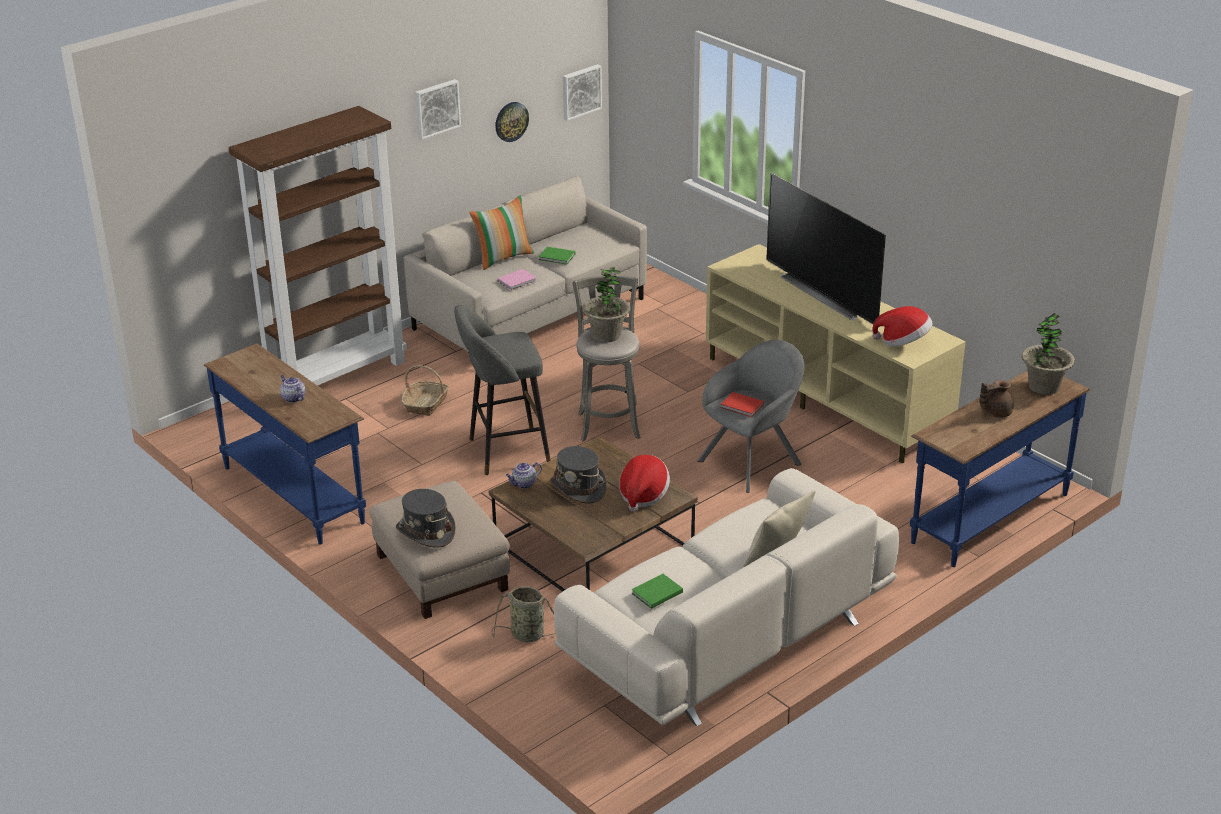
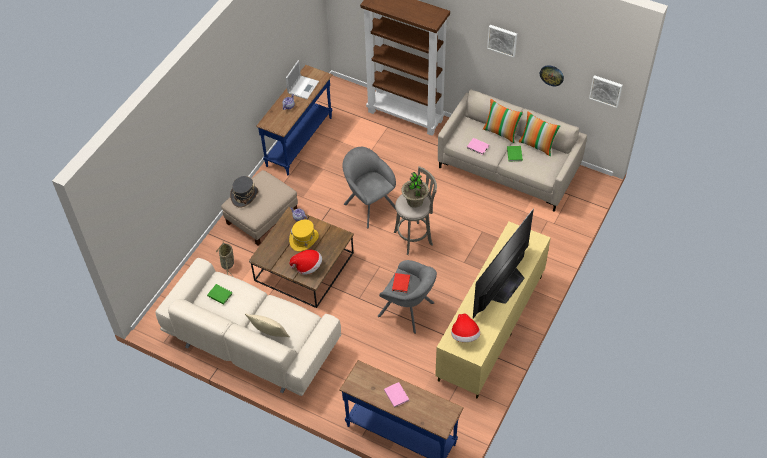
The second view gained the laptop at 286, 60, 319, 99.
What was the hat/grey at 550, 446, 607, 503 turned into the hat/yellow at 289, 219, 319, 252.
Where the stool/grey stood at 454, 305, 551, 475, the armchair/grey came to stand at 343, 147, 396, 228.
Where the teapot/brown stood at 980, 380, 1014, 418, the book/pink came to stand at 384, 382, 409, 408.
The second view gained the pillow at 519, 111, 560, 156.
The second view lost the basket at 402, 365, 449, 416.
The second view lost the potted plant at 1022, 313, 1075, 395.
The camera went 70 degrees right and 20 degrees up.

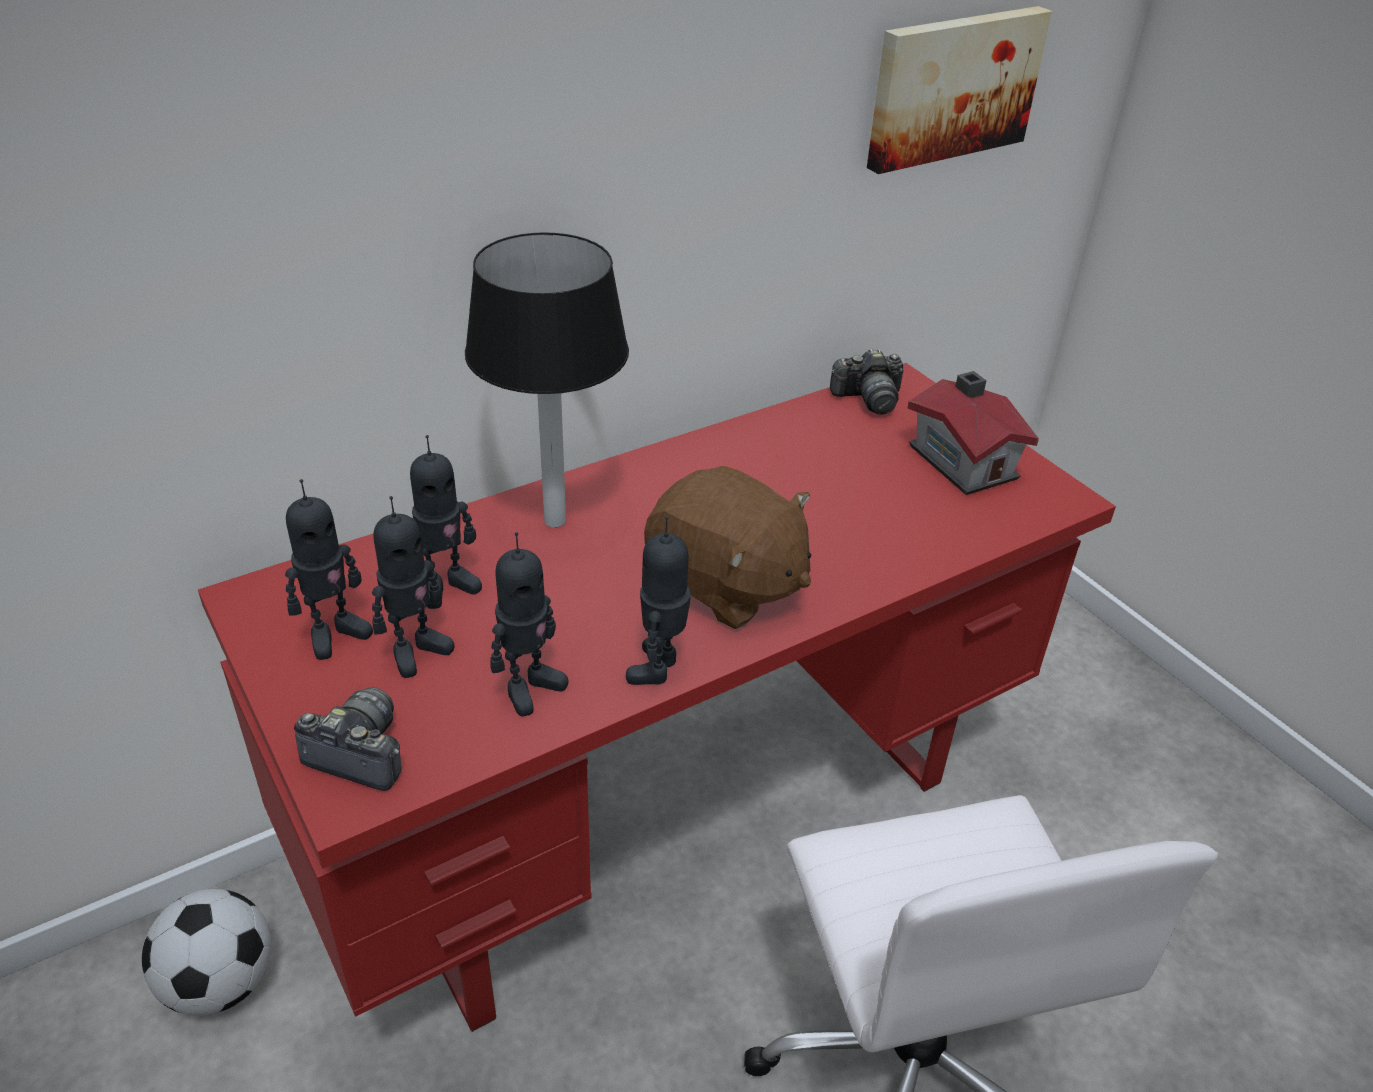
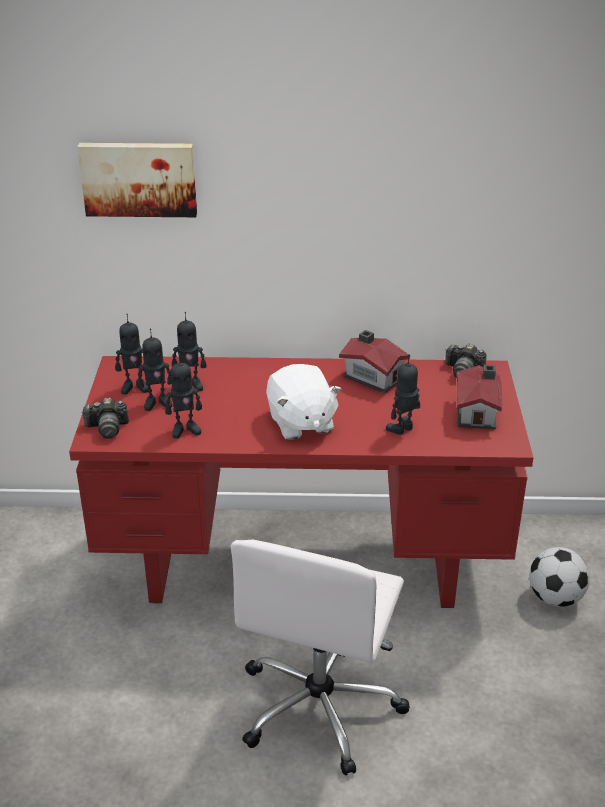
The picture ended up elsewhere, having gone from 867, 6, 1052, 174 to 77, 143, 197, 217.
The photo camera at 294, 687, 402, 791 ended up facing another way, 120 degrees clockwise from before.
What was the plush toy/brown at 644, 466, 811, 629 turned into the plush toy/white at 266, 364, 342, 440.
The second view gained the toy house at 339, 330, 410, 393.
The toy robot ended up elsewhere, having gone from 626, 516, 691, 685 to 386, 354, 420, 435.
The football ended up elsewhere, having gone from 142, 889, 271, 1016 to 529, 547, 590, 607.
The second view lost the table lamp at 465, 232, 629, 527.
The camera went 35 degrees right and 5 degrees down.

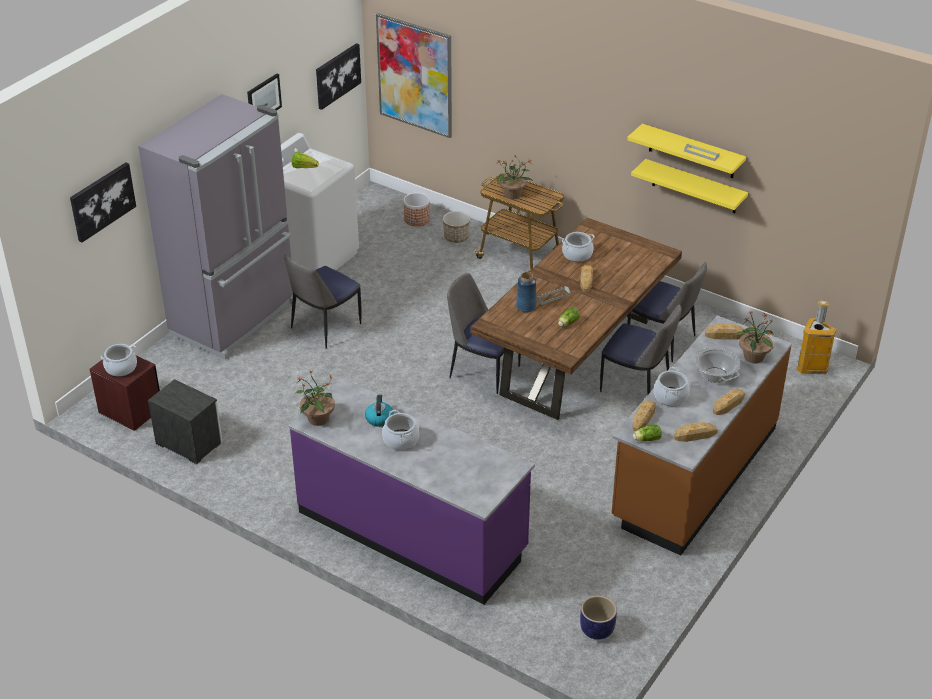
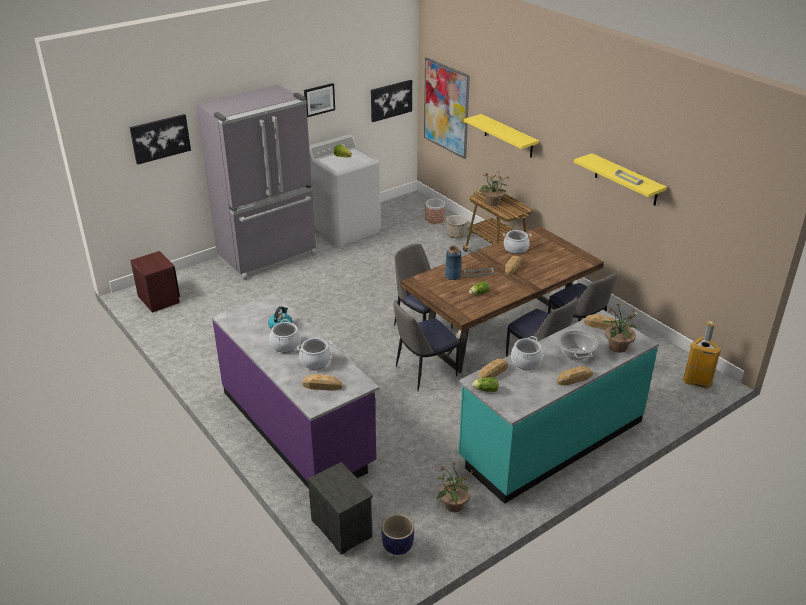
The cooking pot ended up elsewhere, having gone from 101, 344, 137, 377 to 297, 338, 332, 369.
The bread ended up elsewhere, having gone from 674, 422, 718, 442 to 302, 374, 342, 391.
The nightstand ended up elsewhere, having gone from 148, 379, 222, 464 to 308, 462, 374, 555.
The chair ended up elsewhere, having gone from 284, 254, 361, 348 to 394, 300, 460, 391.
The potted plant ended up elsewhere, having gone from 295, 370, 335, 426 to 436, 461, 472, 512.
What was the counter/brown at 612, 315, 792, 556 turned into the counter/turquoise at 458, 310, 659, 504.
The shelf/yellow ended up elsewhere, having gone from 631, 159, 748, 213 to 464, 114, 539, 158.
The camera went 20 degrees right and 5 degrees down.

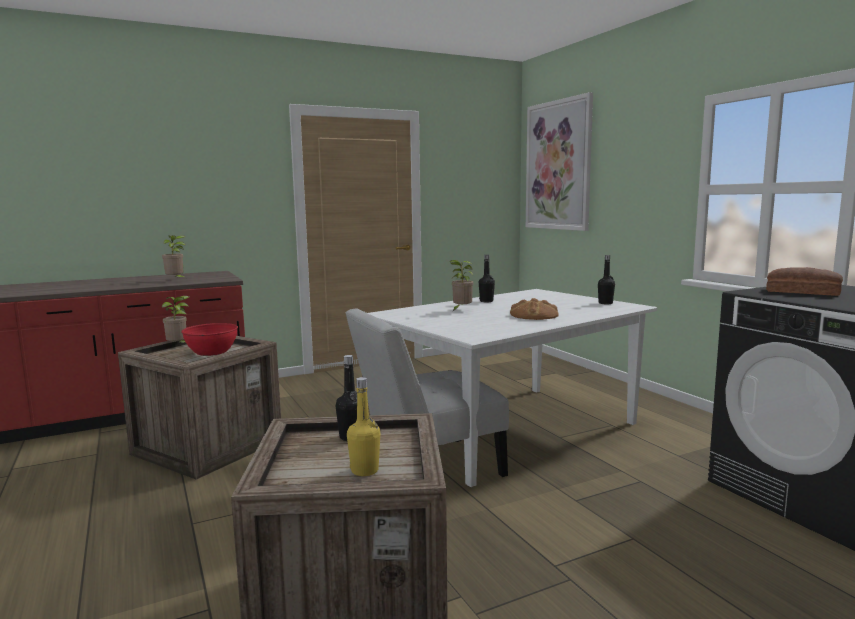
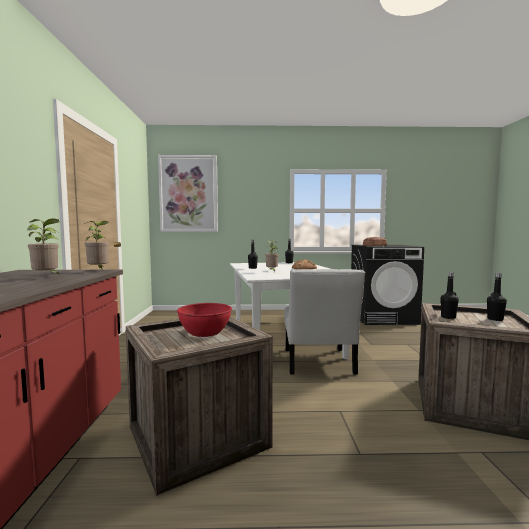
The potted plant ended up elsewhere, having gone from 162, 296, 189, 343 to 83, 221, 109, 270.
What was the bottle/yellow at 347, 377, 380, 476 turned into the bottle/black at 487, 273, 507, 321.
The camera went 65 degrees left and 5 degrees down.

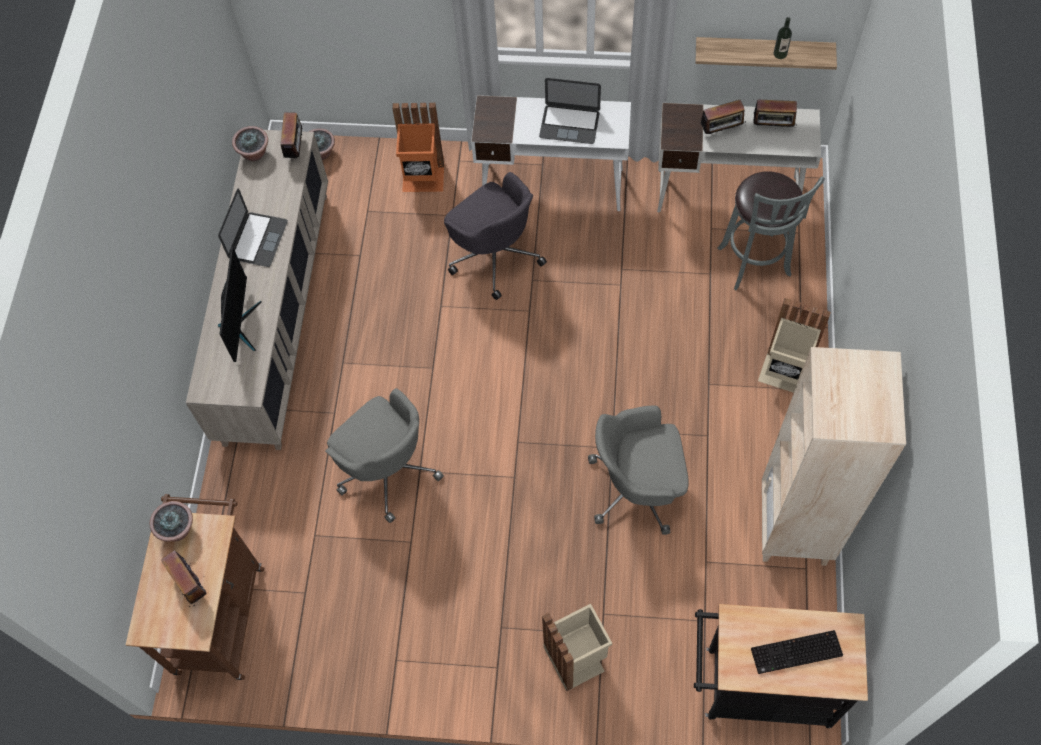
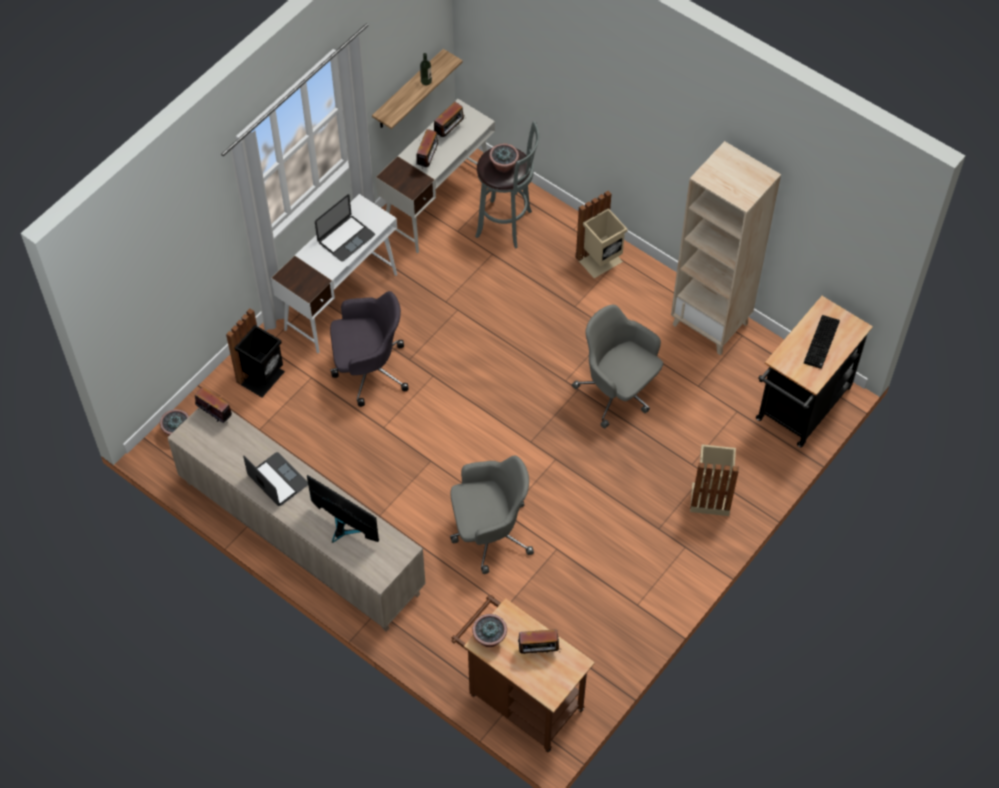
What was the trash can/orange at 392, 103, 444, 192 turned into the trash can/black at 226, 309, 285, 397.
The potted plant ended up elsewhere, having gone from 232, 126, 268, 161 to 489, 143, 519, 173.
The office chair/grey at 588, 405, 689, 535 ended up facing another way, 105 degrees clockwise from before.
The camera went 60 degrees left and 5 degrees down.

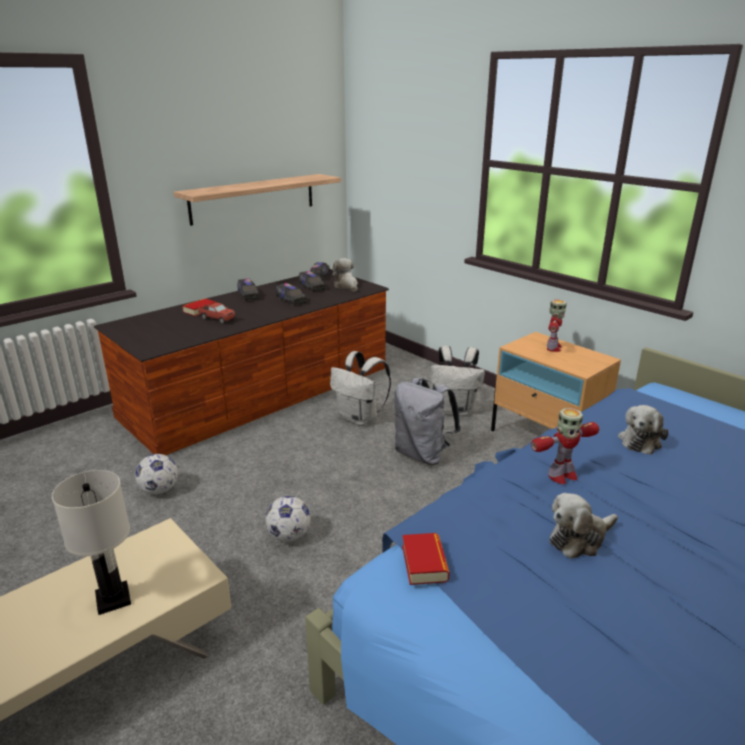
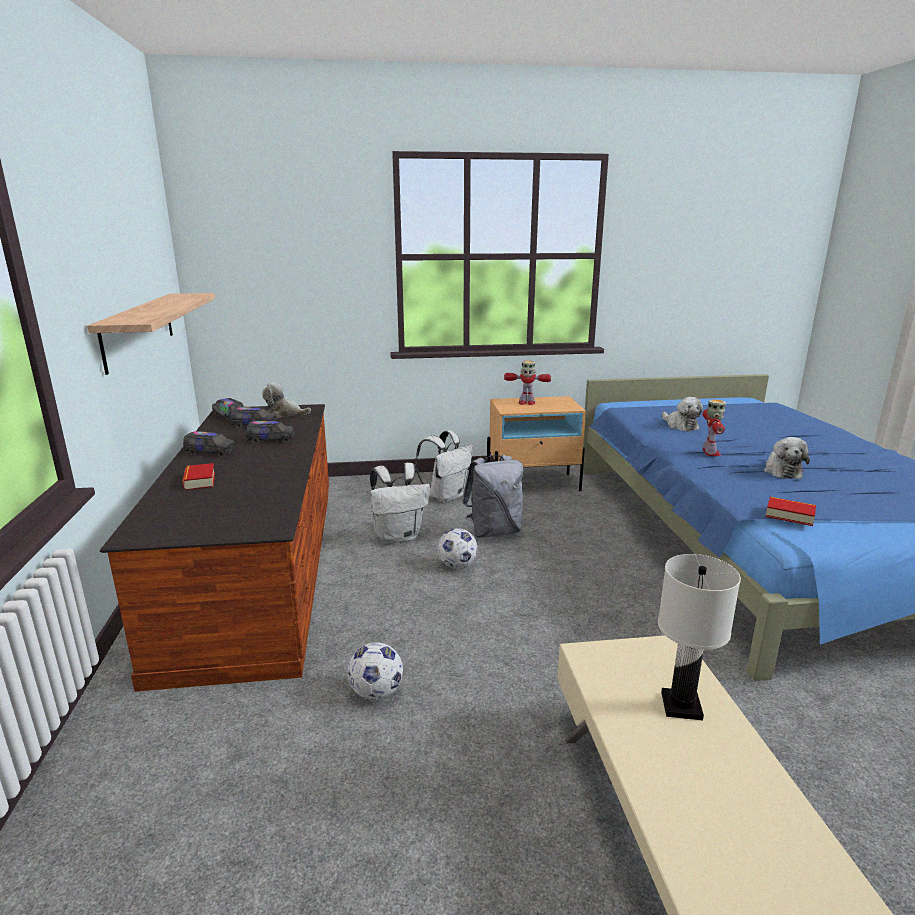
The football ended up elsewhere, having gone from 265, 496, 311, 542 to 437, 528, 478, 569.
The toy robot at 547, 300, 567, 352 ended up facing another way, 135 degrees clockwise from before.
The second view lost the toy truck at 198, 303, 235, 324.
The camera went 55 degrees left and 5 degrees down.

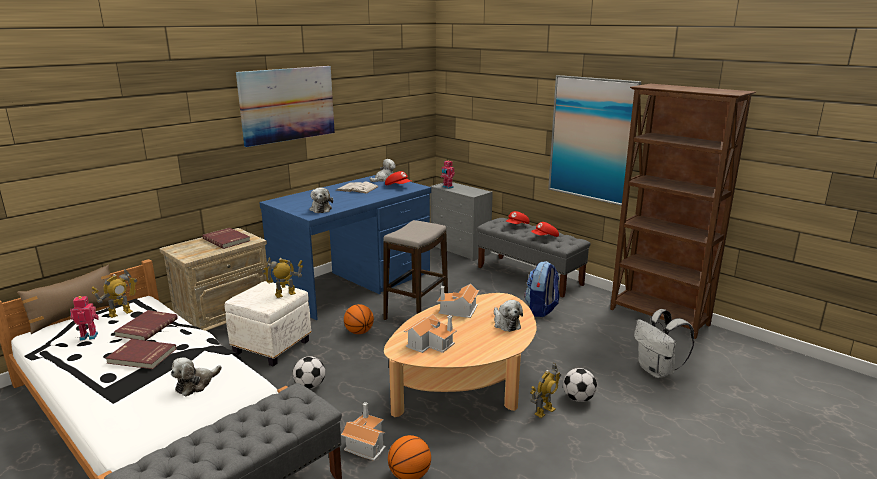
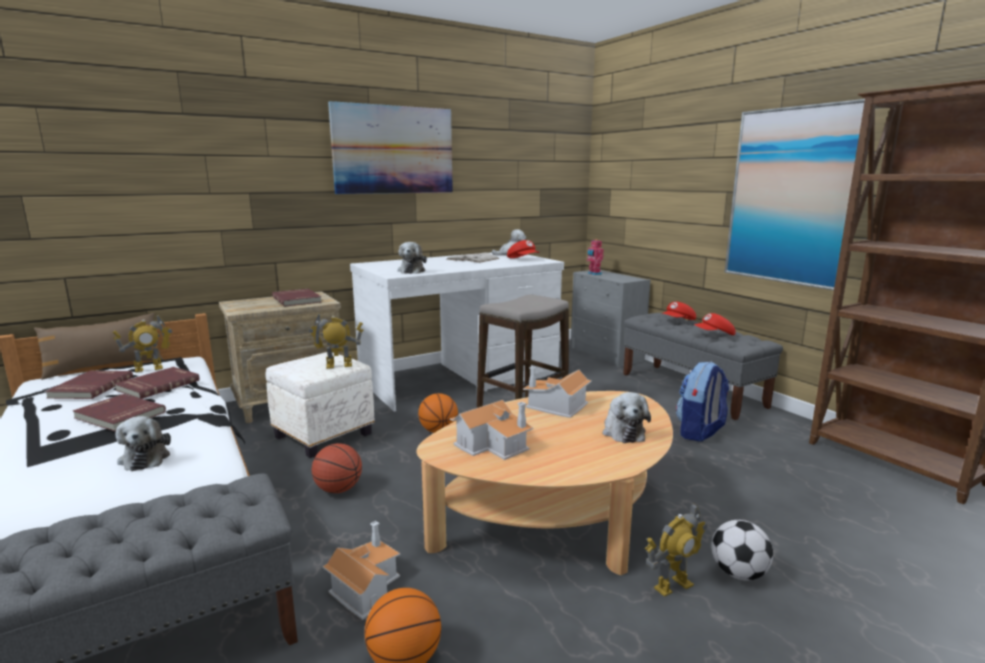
Where the toy robot stood at 70, 296, 99, 341, the book/red came to stand at 45, 371, 133, 399.
The plush toy at 171, 357, 222, 396 ended up facing another way, 75 degrees counterclockwise from before.
Where the football stood at 293, 356, 325, 389, the basketball came to stand at 312, 443, 362, 493.
What was the desk/blue at 259, 175, 431, 320 turned into the desk/white at 350, 253, 564, 412.
The second view lost the backpack/white at 634, 309, 694, 378.
The camera went 15 degrees right and 5 degrees down.

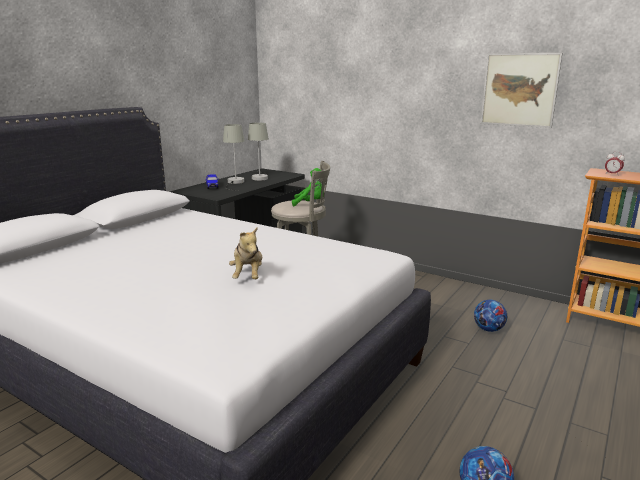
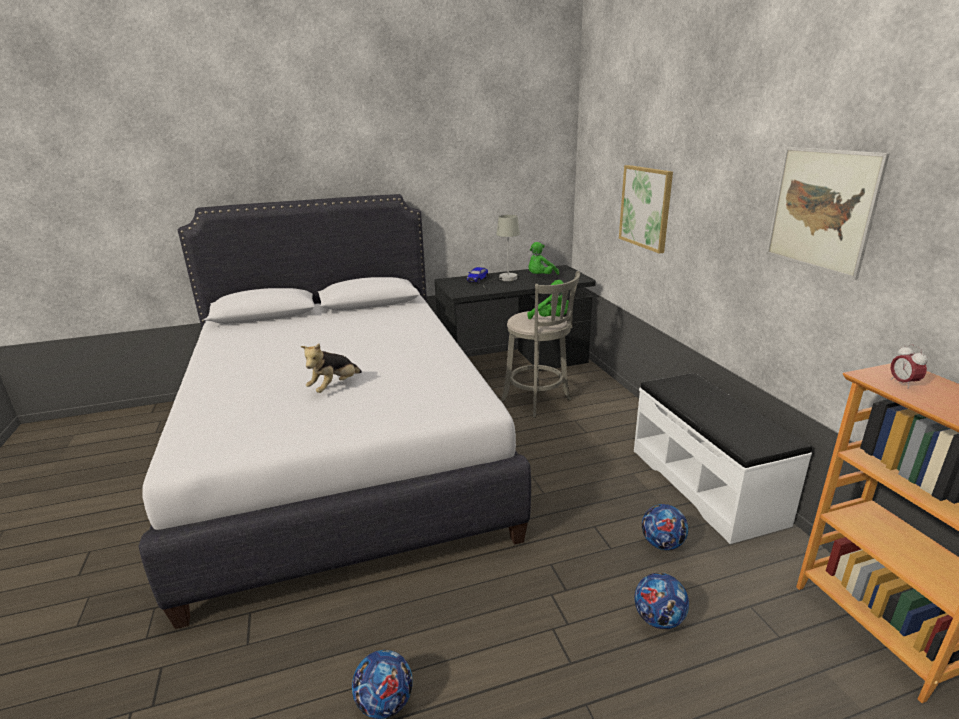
Where the table lamp/grey stood at 248, 123, 269, 181, the plush toy/green came to stand at 529, 242, 559, 275.
The second view gained the picture at 619, 165, 673, 254.
The second view gained the bench/white at 634, 373, 812, 544.
The second view gained the football at 634, 573, 689, 629.
The camera went 40 degrees right and 5 degrees up.

